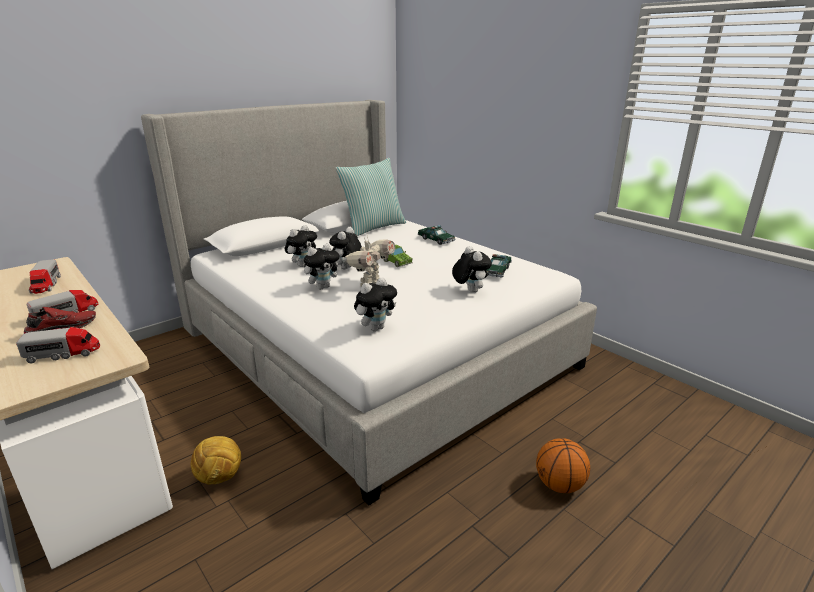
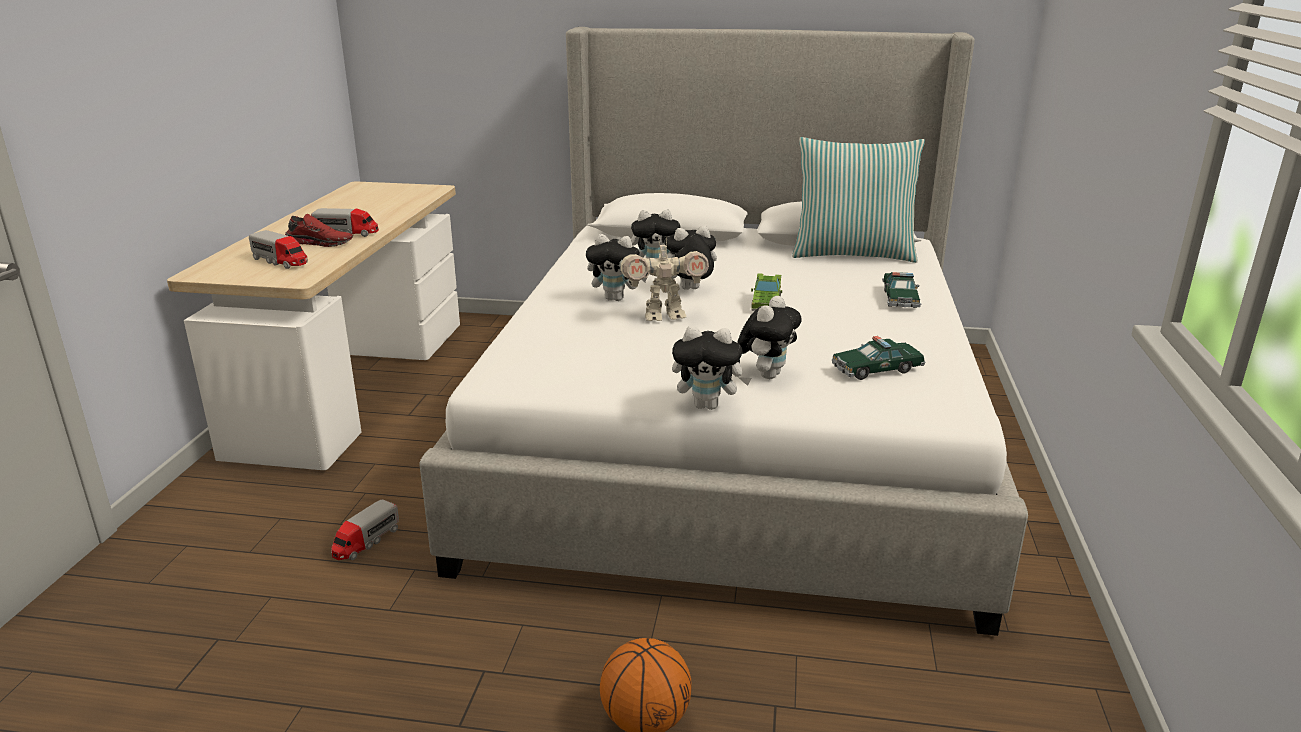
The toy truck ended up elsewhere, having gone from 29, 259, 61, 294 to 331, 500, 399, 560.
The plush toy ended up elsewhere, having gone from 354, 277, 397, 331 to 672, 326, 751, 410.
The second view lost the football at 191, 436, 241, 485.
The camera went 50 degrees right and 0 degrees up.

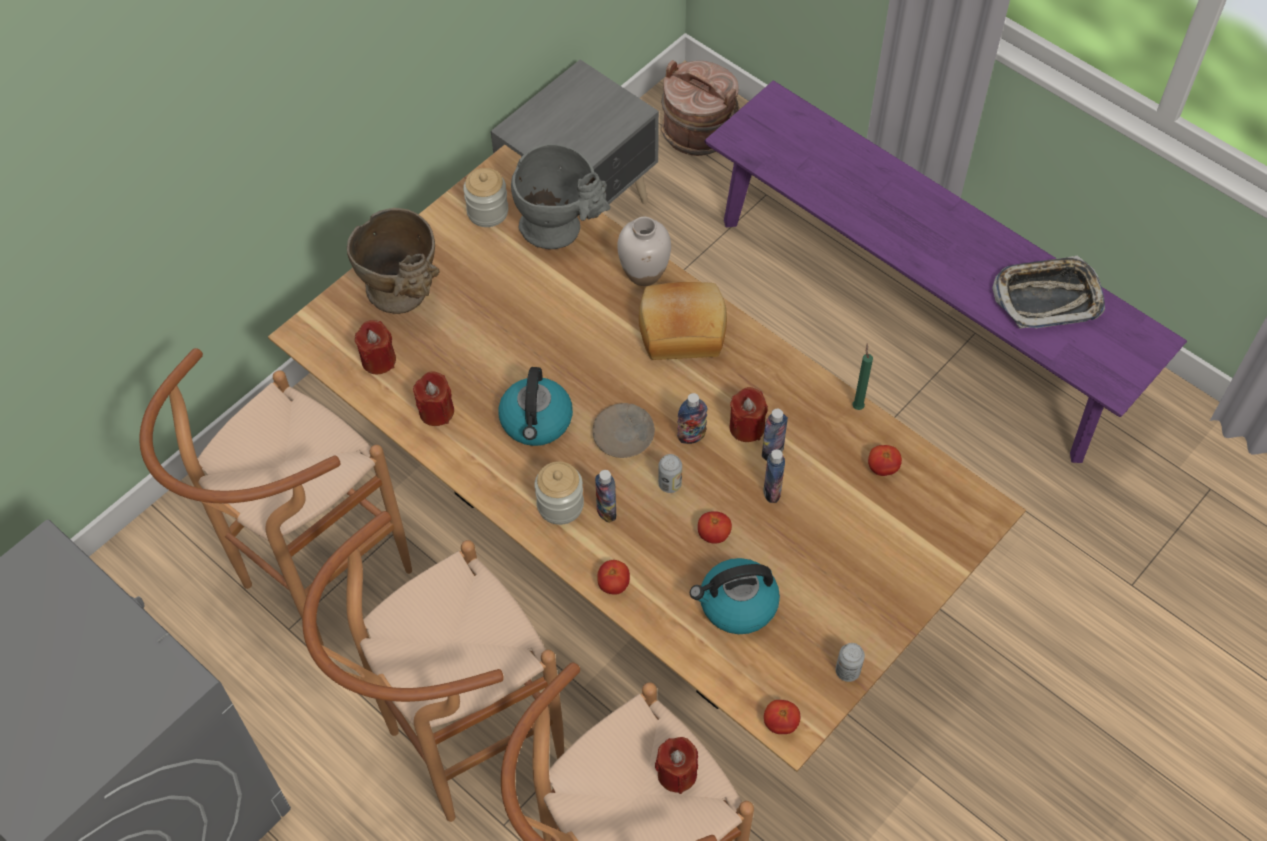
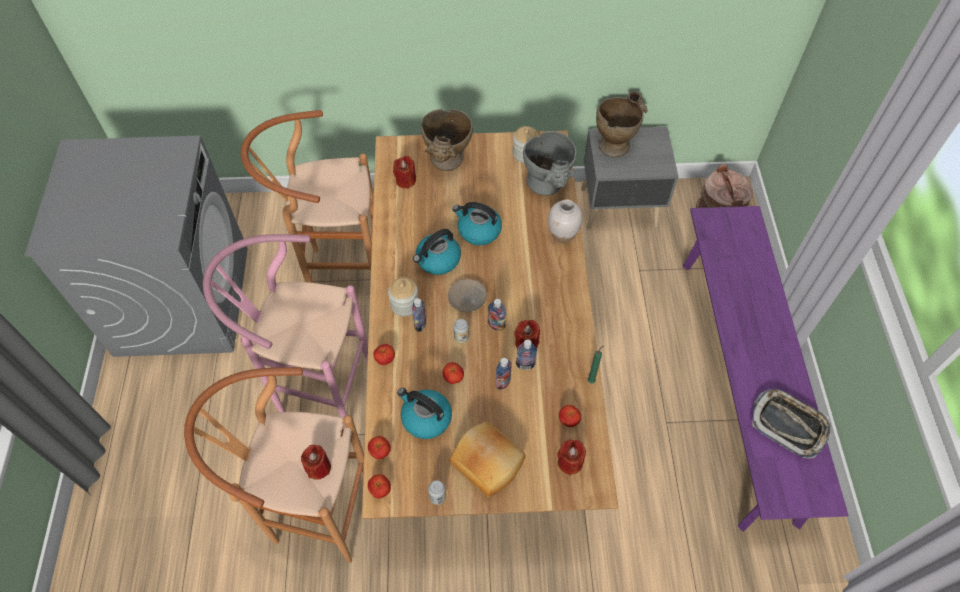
What was the stool/brown at 302, 511, 564, 822 turned into the stool/pink at 203, 234, 368, 428.
The second view gained the tomato at 368, 436, 391, 459.
The bread ended up elsewhere, having gone from 639, 282, 727, 360 to 450, 422, 526, 497.
The second view gained the kettle at 452, 202, 502, 245.
The candle/red ended up elsewhere, having gone from 413, 371, 454, 426 to 557, 439, 586, 476.
The second view gained the vase/beige at 596, 91, 648, 157.
The camera went 45 degrees right and 0 degrees up.

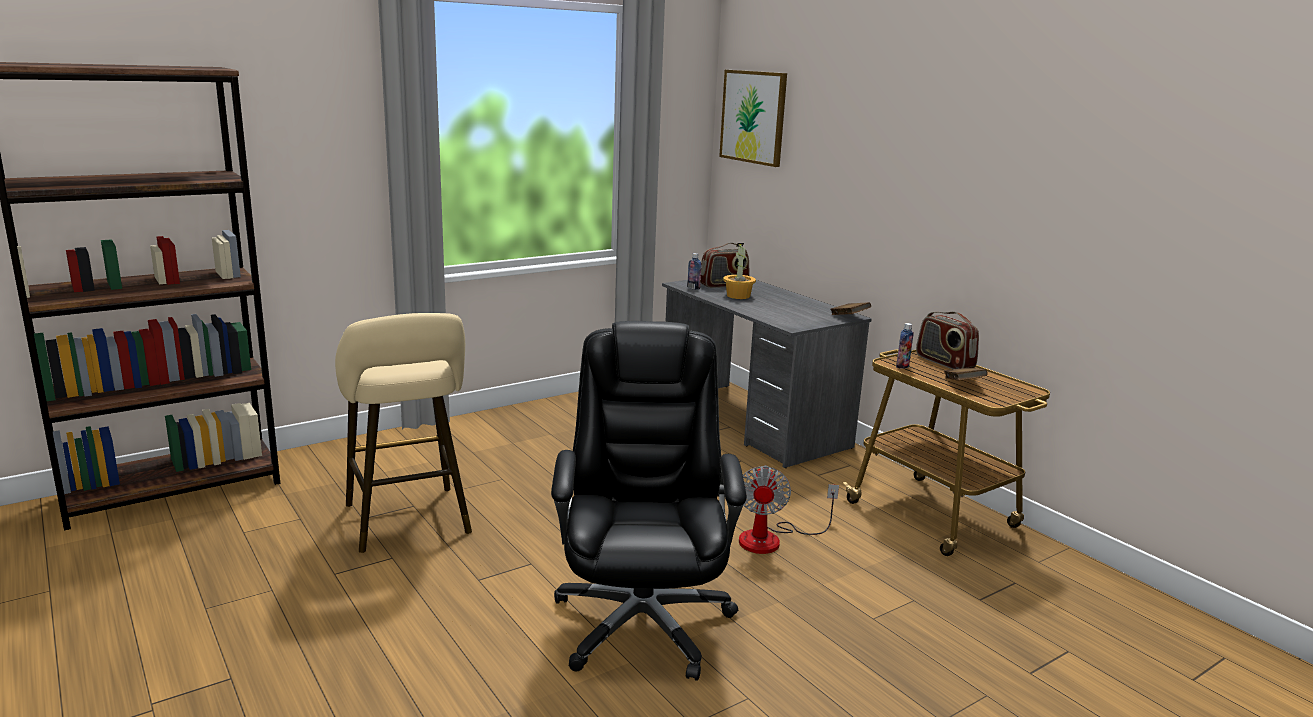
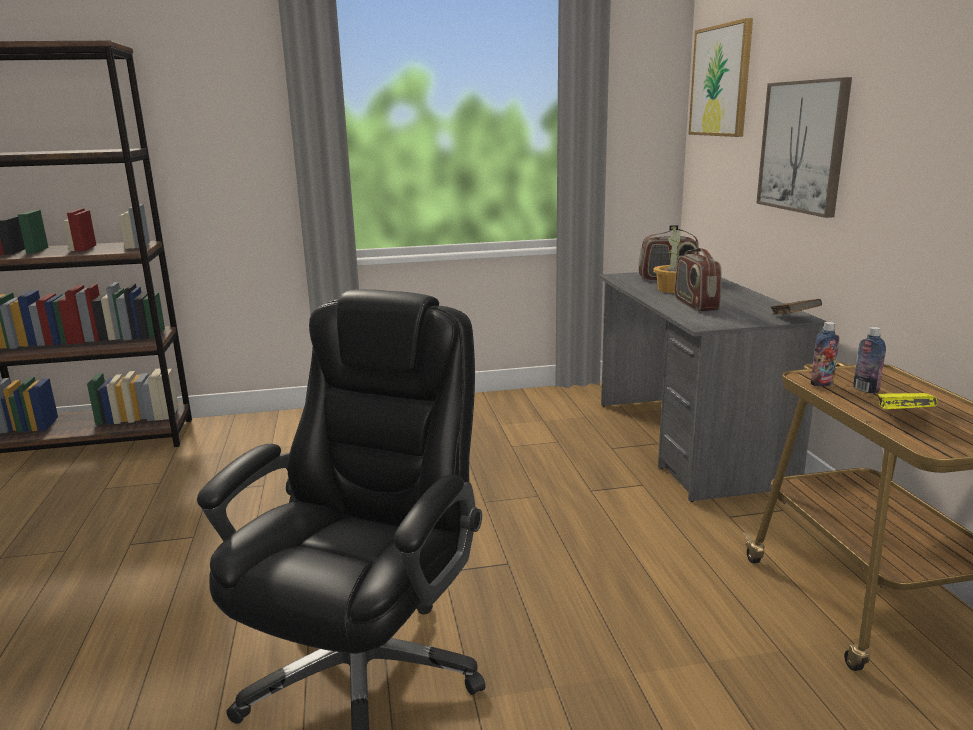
The radio ended up elsewhere, having gone from 916, 312, 979, 369 to 675, 248, 722, 311.
The second view gained the picture at 756, 77, 852, 218.
The bottle ended up elsewhere, having gone from 687, 253, 701, 290 to 853, 327, 886, 394.
What was the book/brown at 944, 368, 988, 380 turned into the book/yellow at 878, 393, 937, 410.
The second view lost the stool/beige at 335, 313, 472, 553.
The second view lost the fan at 739, 465, 839, 554.
The camera went 25 degrees right and 0 degrees up.

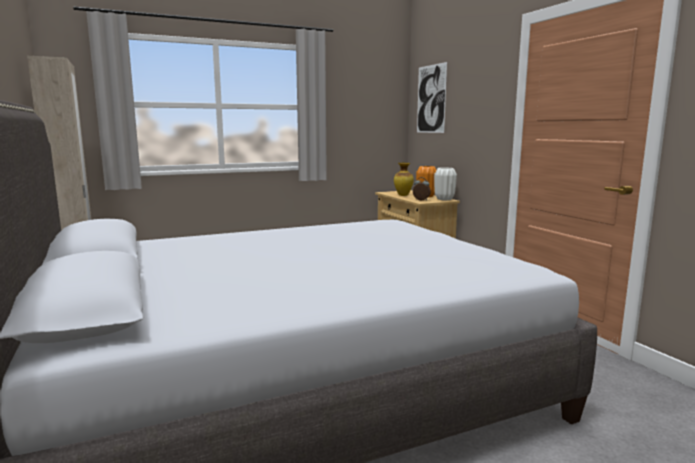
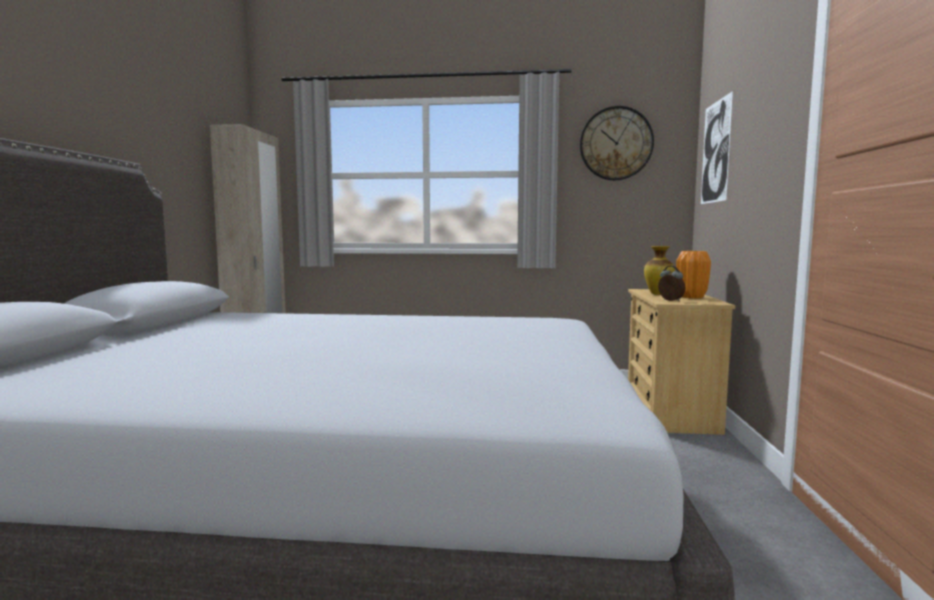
The second view gained the wall clock at 580, 106, 654, 180.
The second view lost the vase/white at 434, 167, 457, 200.
The camera went 30 degrees right and 5 degrees down.

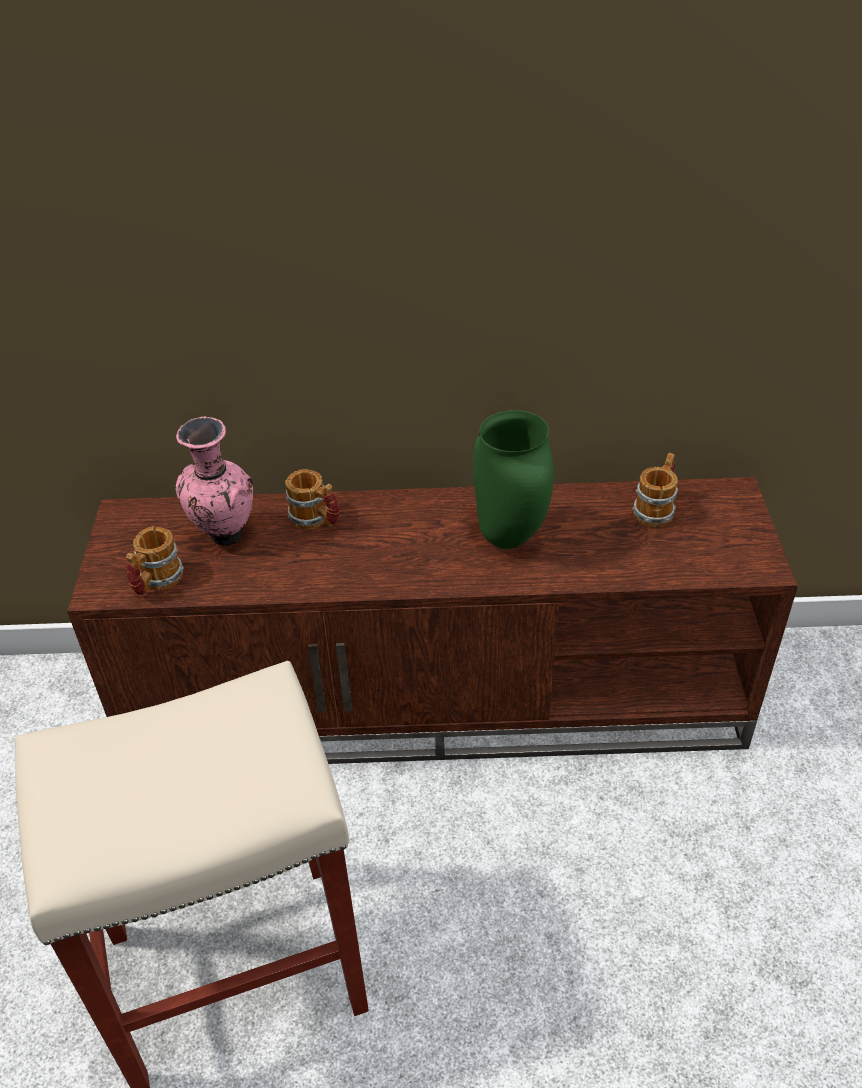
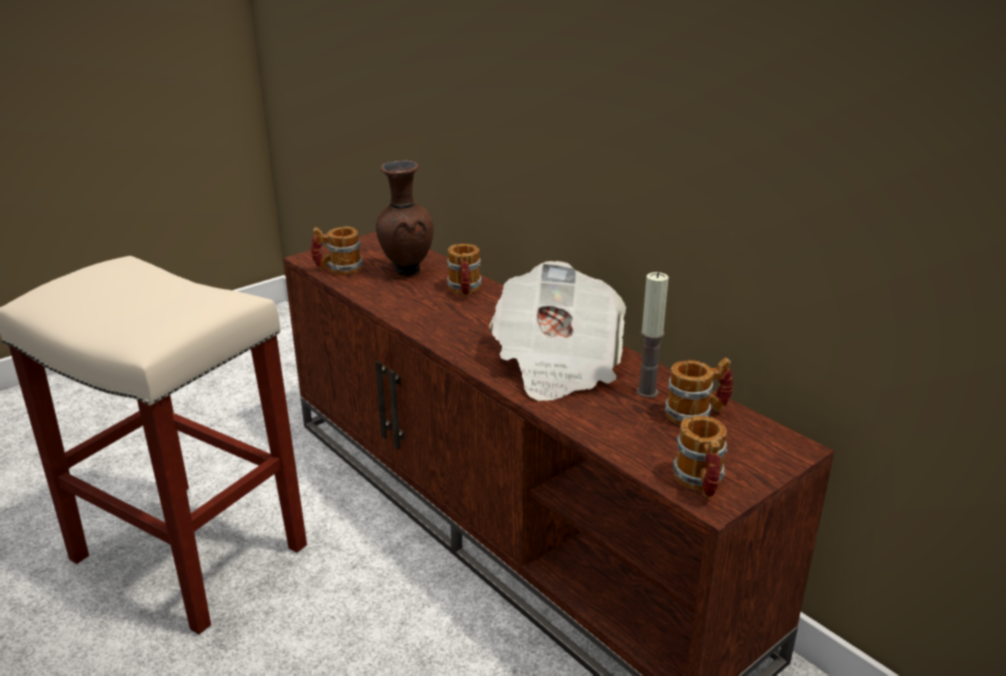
What was the vase/pink at 176, 417, 253, 546 turned into the vase/brown at 376, 161, 434, 276.
Where the vase/green stood at 473, 410, 553, 549, the newspaper came to stand at 489, 261, 626, 401.
The second view gained the candle at 636, 272, 668, 398.
The second view gained the mug at 673, 416, 728, 498.
The camera went 50 degrees right and 15 degrees down.

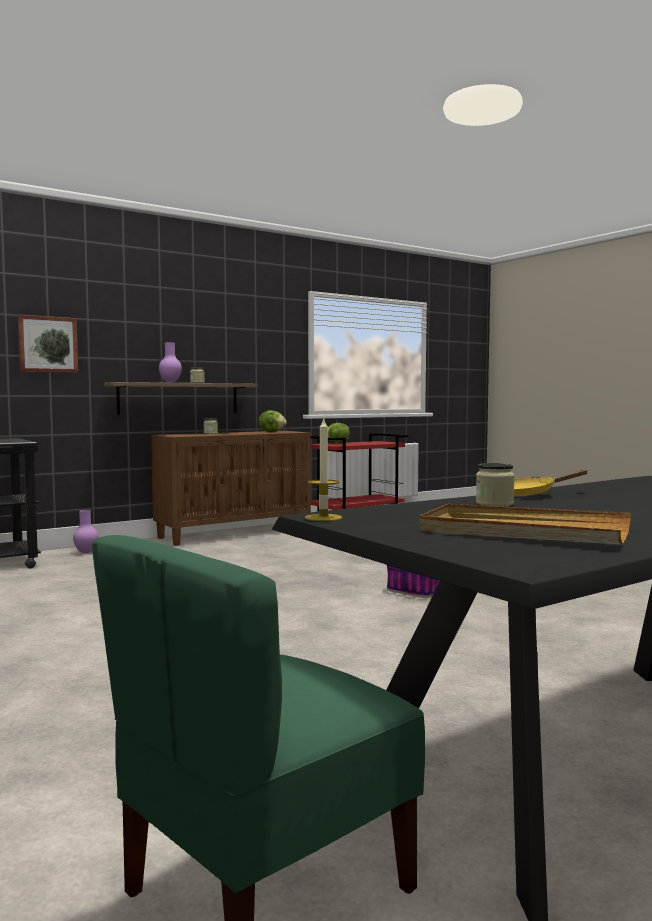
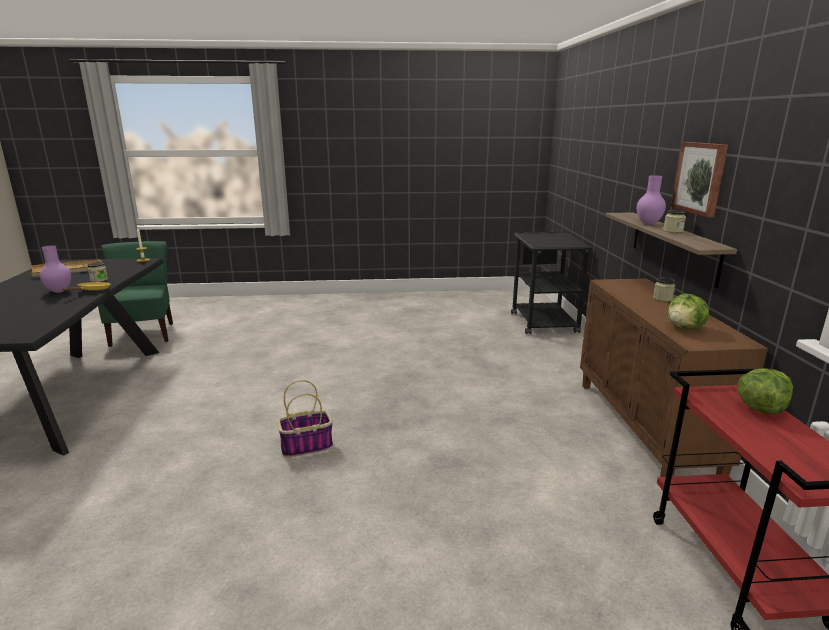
The vase/purple ended up elsewhere, having gone from 73, 510, 98, 553 to 40, 245, 71, 293.
The picture ended up elsewhere, having gone from 18, 315, 78, 373 to 671, 142, 728, 218.
The camera went 120 degrees right and 15 degrees up.

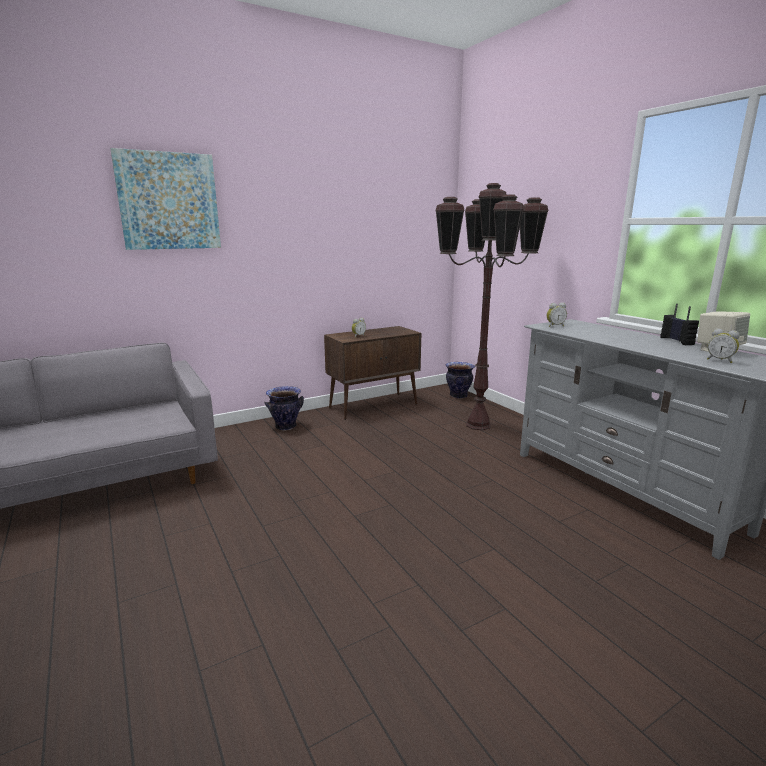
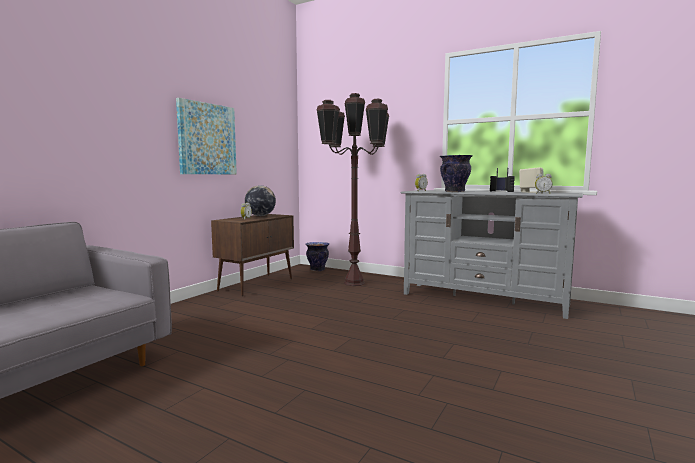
The picture ended up elsewhere, having gone from 110, 148, 221, 250 to 176, 98, 237, 174.
The second view gained the globe at 245, 185, 276, 216.
The vase ended up elsewhere, having gone from 264, 386, 304, 430 to 440, 155, 473, 192.
The camera went 30 degrees left and 10 degrees down.

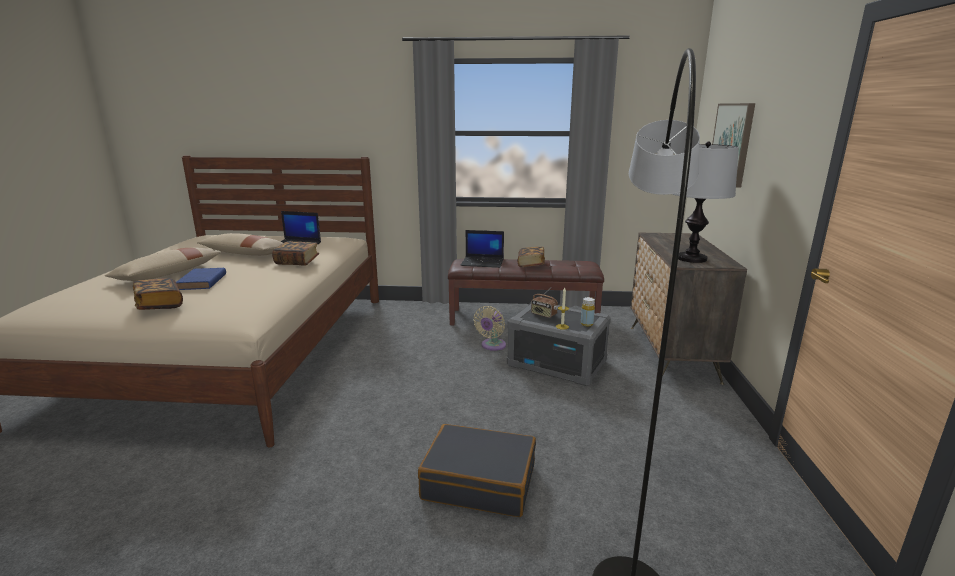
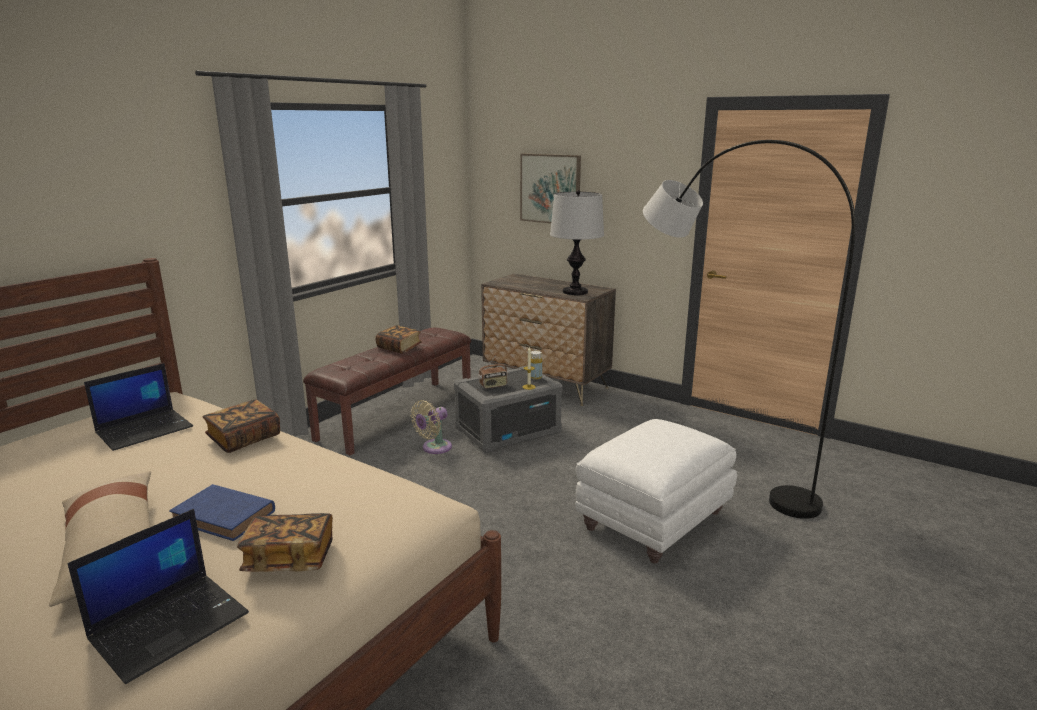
The laptop ended up elsewhere, having gone from 460, 230, 504, 268 to 67, 509, 249, 684.
The fan/beige at 473, 306, 506, 351 ended up facing another way, 75 degrees clockwise from before.
Where the suitcase/black stood at 418, 424, 536, 517, the ottoman/white came to stand at 575, 419, 737, 563.
The second view lost the pillow/beige at 197, 233, 283, 256.
The camera went 60 degrees left and 0 degrees up.

